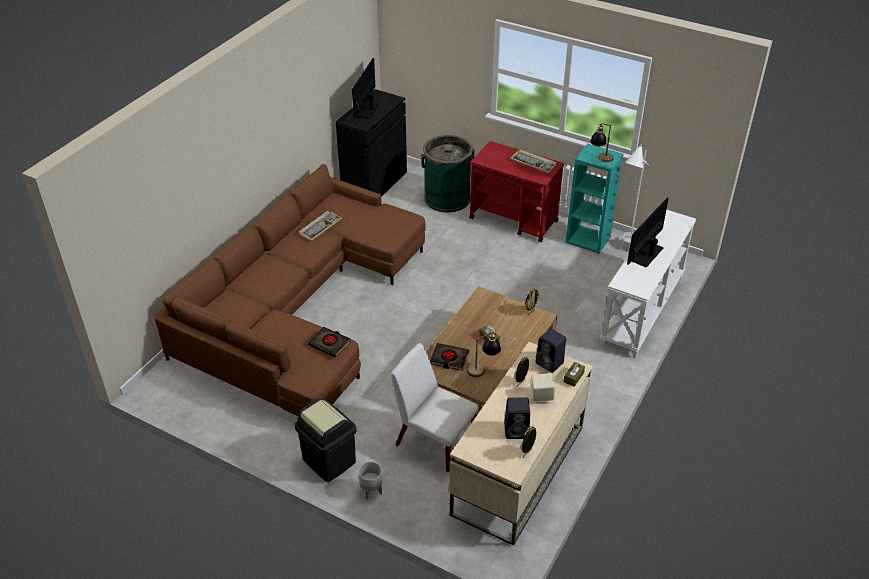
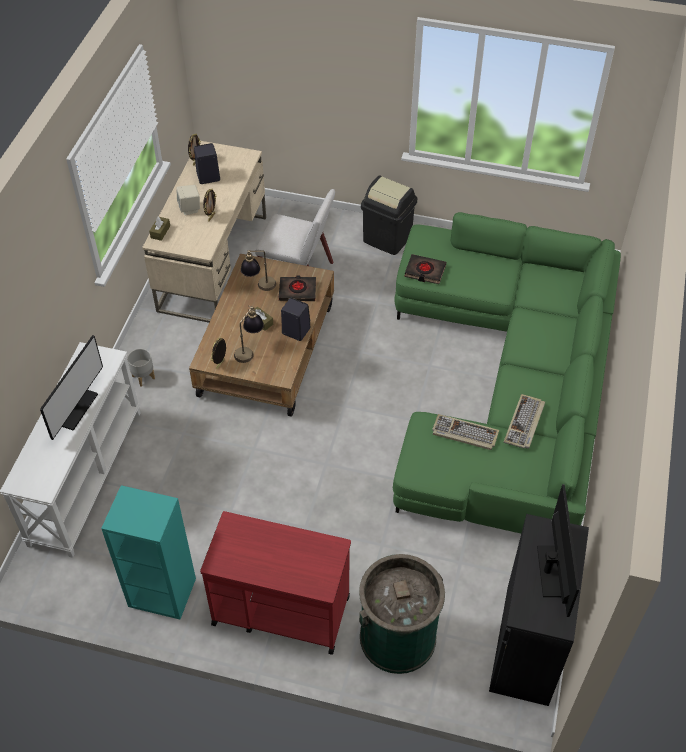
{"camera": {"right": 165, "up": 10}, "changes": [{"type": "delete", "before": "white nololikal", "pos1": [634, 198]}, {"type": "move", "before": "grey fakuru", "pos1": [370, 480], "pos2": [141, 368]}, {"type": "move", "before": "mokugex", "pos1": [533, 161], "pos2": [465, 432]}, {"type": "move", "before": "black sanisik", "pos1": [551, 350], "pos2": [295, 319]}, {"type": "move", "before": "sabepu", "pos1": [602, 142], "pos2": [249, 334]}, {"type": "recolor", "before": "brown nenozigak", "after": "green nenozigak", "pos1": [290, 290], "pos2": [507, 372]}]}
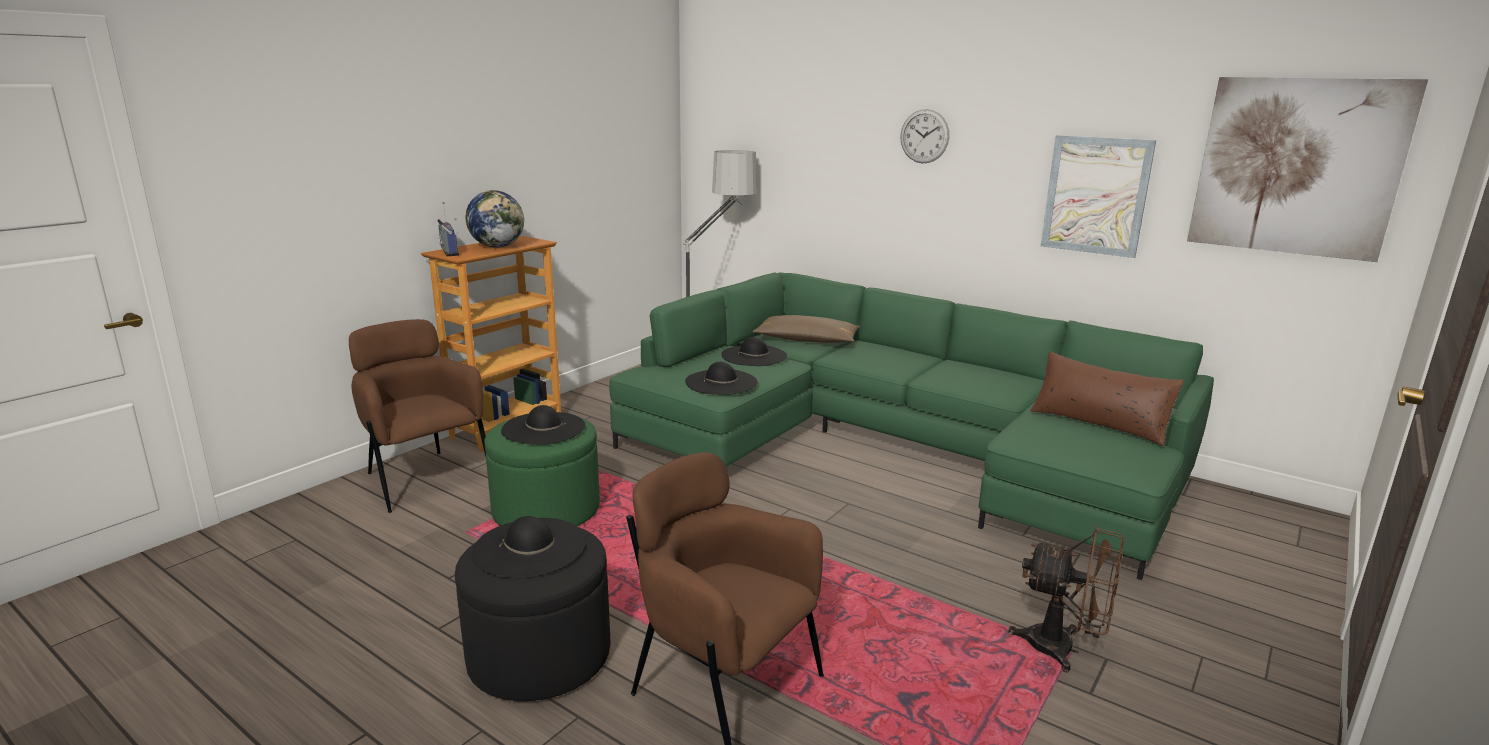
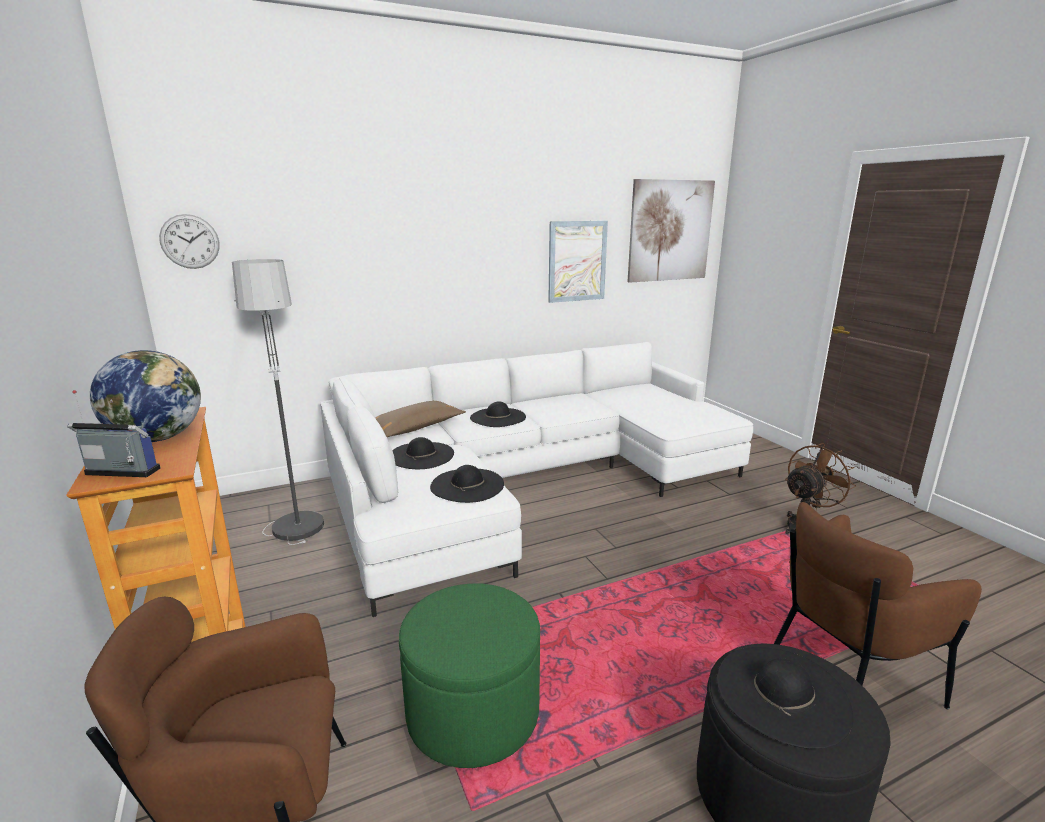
{"camera": {"right": -60, "up": 0}, "changes": [{"type": "delete", "before": "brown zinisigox", "pos1": [1107, 399]}, {"type": "move", "before": "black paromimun", "pos1": [543, 425], "pos2": [498, 414]}, {"type": "move", "before": "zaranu", "pos1": [924, 136], "pos2": [189, 241]}, {"type": "recolor", "before": "green nenozigak", "after": "white nenozigak", "pos1": [911, 426], "pos2": [537, 479]}]}
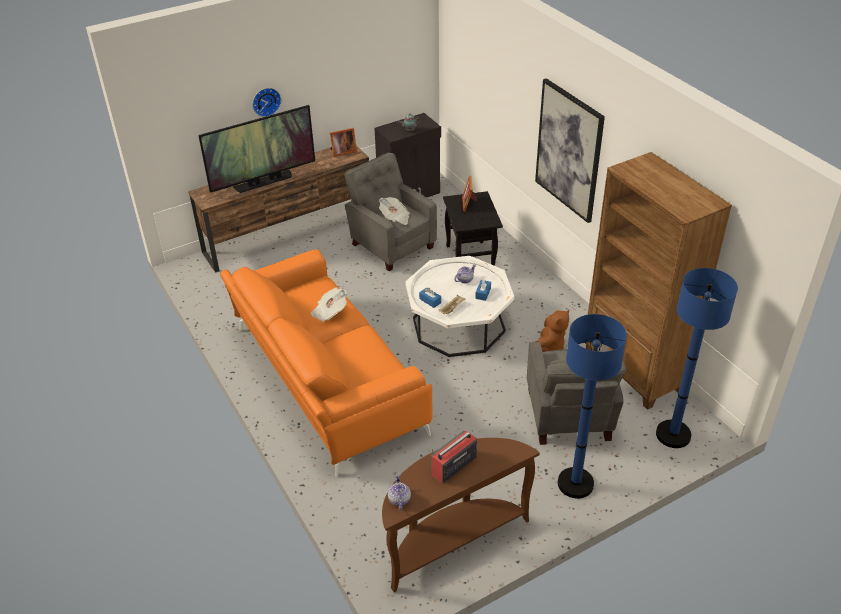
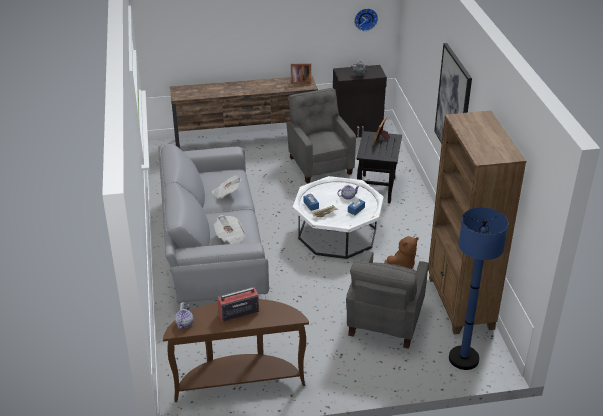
{"camera": {"right": 20, "up": -5}, "changes": [{"type": "delete", "before": "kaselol", "pos1": [256, 149]}, {"type": "delete", "before": "blue nololikal", "pos1": [592, 406]}, {"type": "move", "before": "zaranu", "pos1": [266, 102], "pos2": [366, 19]}, {"type": "move", "before": "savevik", "pos1": [394, 211], "pos2": [230, 229]}, {"type": "recolor", "before": "orange nenozigak", "after": "grey nenozigak", "pos1": [326, 363], "pos2": [213, 226]}]}
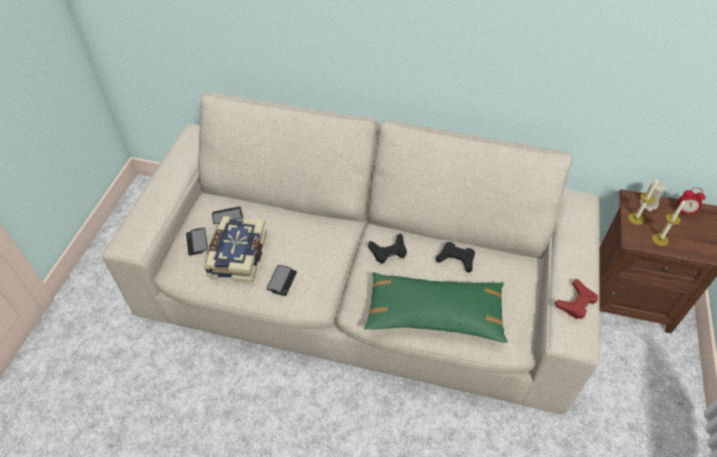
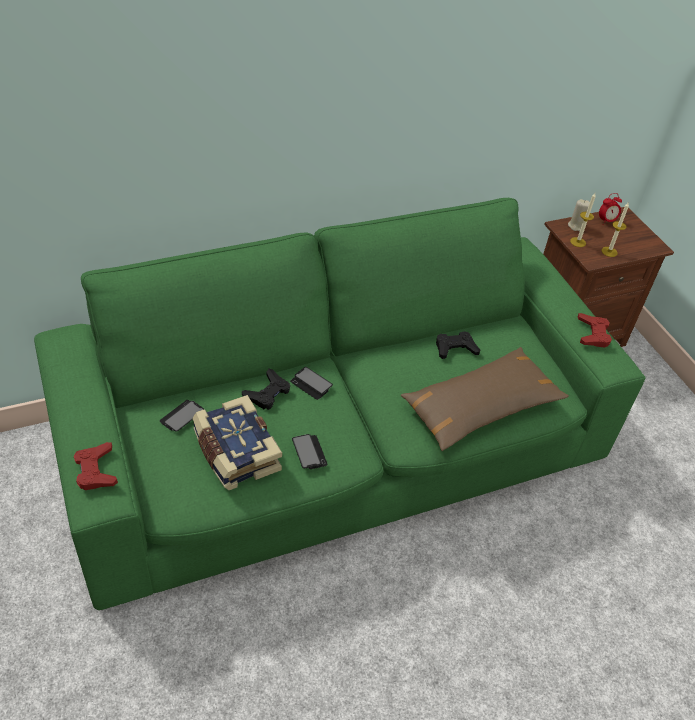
{"camera": {"right": -40, "up": -5}, "changes": [{"type": "insert", "after": "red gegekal", "pos2": [96, 466]}, {"type": "move", "before": "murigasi", "pos1": [197, 241], "pos2": [311, 383]}, {"type": "move", "before": "black gegekal", "pos1": [387, 249], "pos2": [266, 389]}, {"type": "recolor", "before": "beige nenozigak", "after": "green nenozigak", "pos1": [351, 253], "pos2": [339, 404]}, {"type": "recolor", "before": "green zinisigox", "after": "brown zinisigox", "pos1": [436, 307], "pos2": [485, 399]}]}
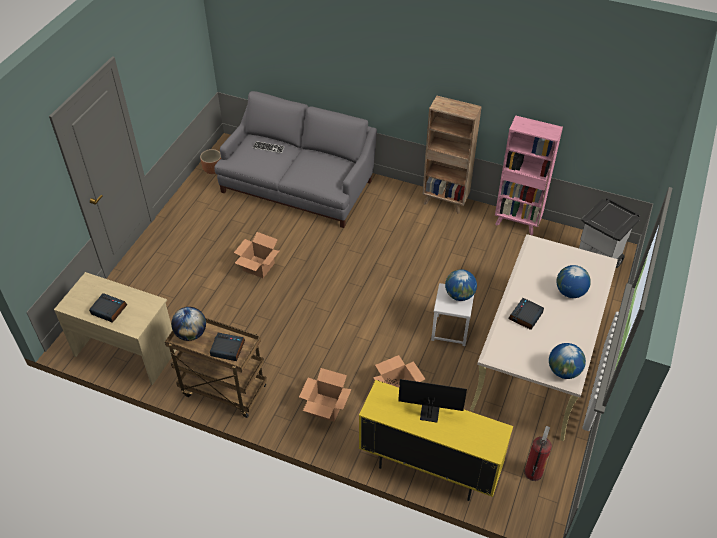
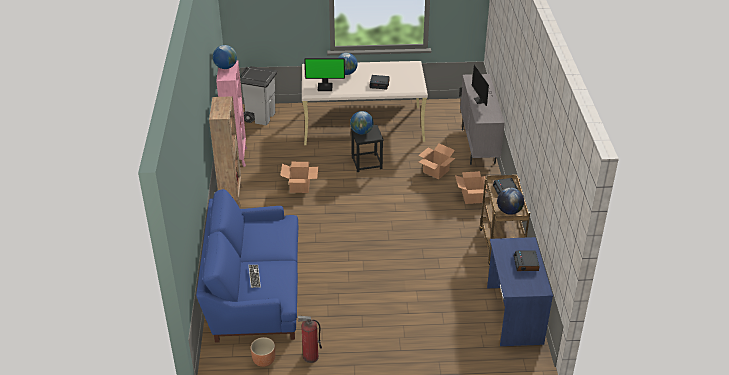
{"camera": {"right": -115, "up": -10}, "changes": [{"type": "insert", "after": "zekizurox", "pos2": [324, 74]}, {"type": "move", "before": "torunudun", "pos1": [256, 255], "pos2": [299, 177]}, {"type": "move", "before": "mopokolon", "pos1": [538, 453], "pos2": [310, 339]}, {"type": "move", "before": "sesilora", "pos1": [567, 361], "pos2": [225, 57]}, {"type": "recolor", "before": "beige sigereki", "after": "blue sigereki", "pos1": [115, 328], "pos2": [520, 291]}, {"type": "recolor", "before": "grey nenozigak", "after": "blue nenozigak", "pos1": [295, 159], "pos2": [247, 266]}, {"type": "recolor", "before": "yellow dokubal", "after": "grey dokubal", "pos1": [436, 440], "pos2": [482, 119]}, {"type": "recolor", "before": "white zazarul", "after": "black zazarul", "pos1": [452, 314], "pos2": [367, 148]}]}
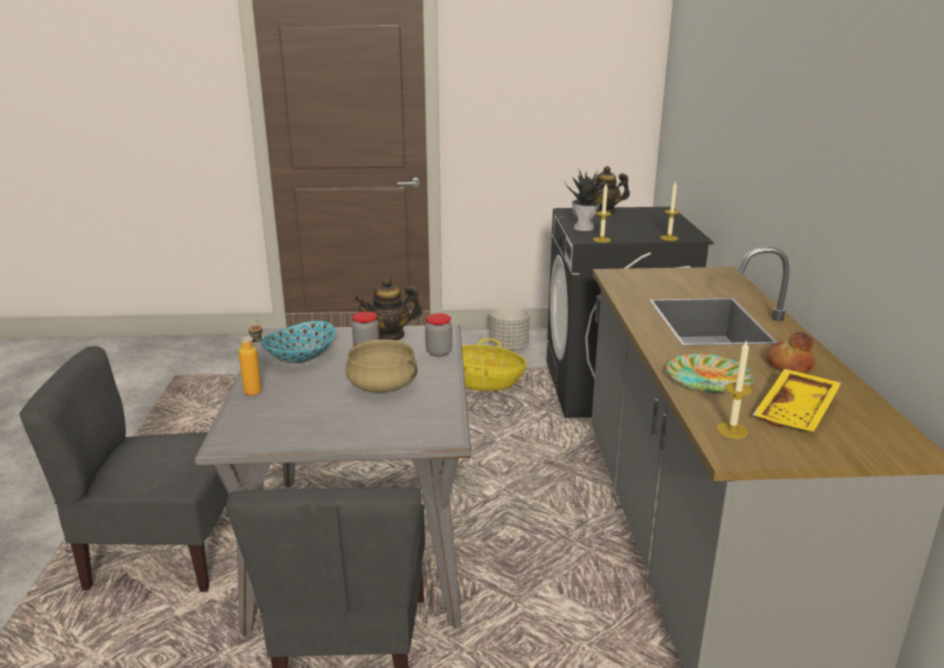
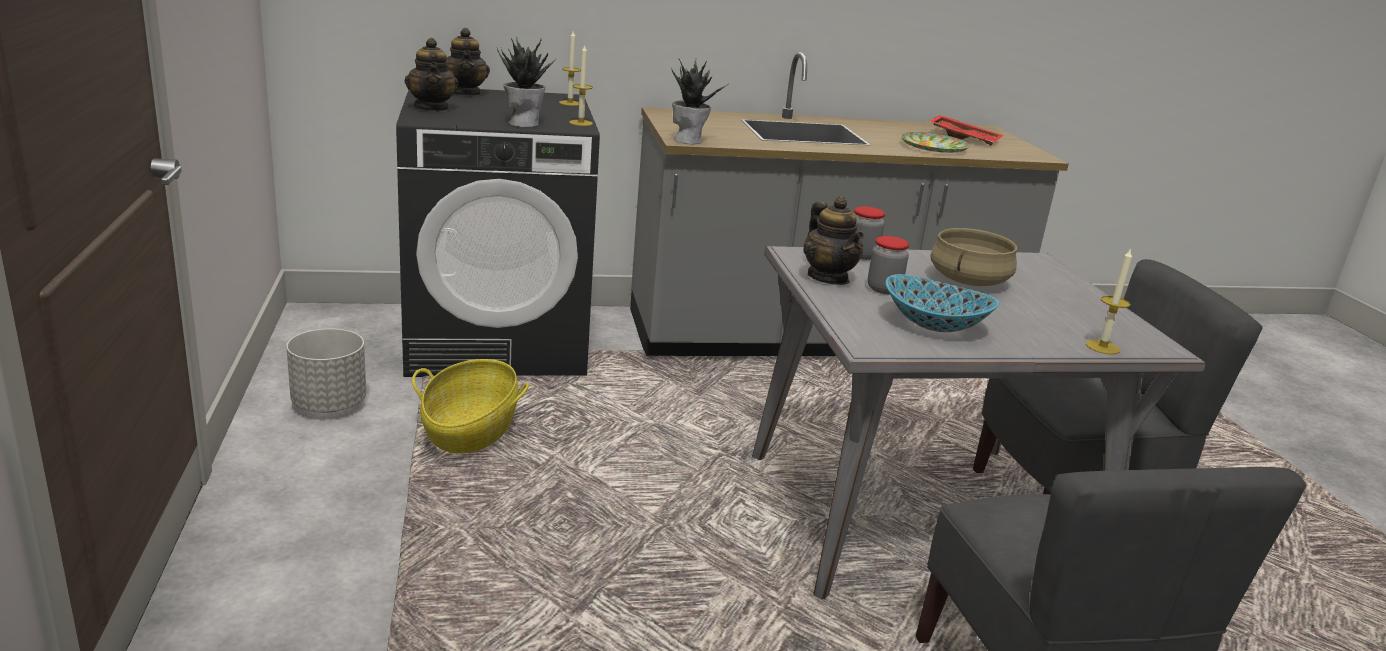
{"camera": {"right": -100, "up": 0}, "changes": [{"type": "delete", "before": "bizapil", "pos1": [250, 358]}, {"type": "delete", "before": "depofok", "pos1": [790, 352]}, {"type": "insert", "after": "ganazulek", "pos2": [468, 62]}, {"type": "insert", "after": "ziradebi", "pos2": [700, 101]}, {"type": "move", "before": "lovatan", "pos1": [734, 389], "pos2": [1109, 301]}, {"type": "recolor", "before": "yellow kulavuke", "after": "red kulavuke", "pos1": [797, 400], "pos2": [966, 130]}]}
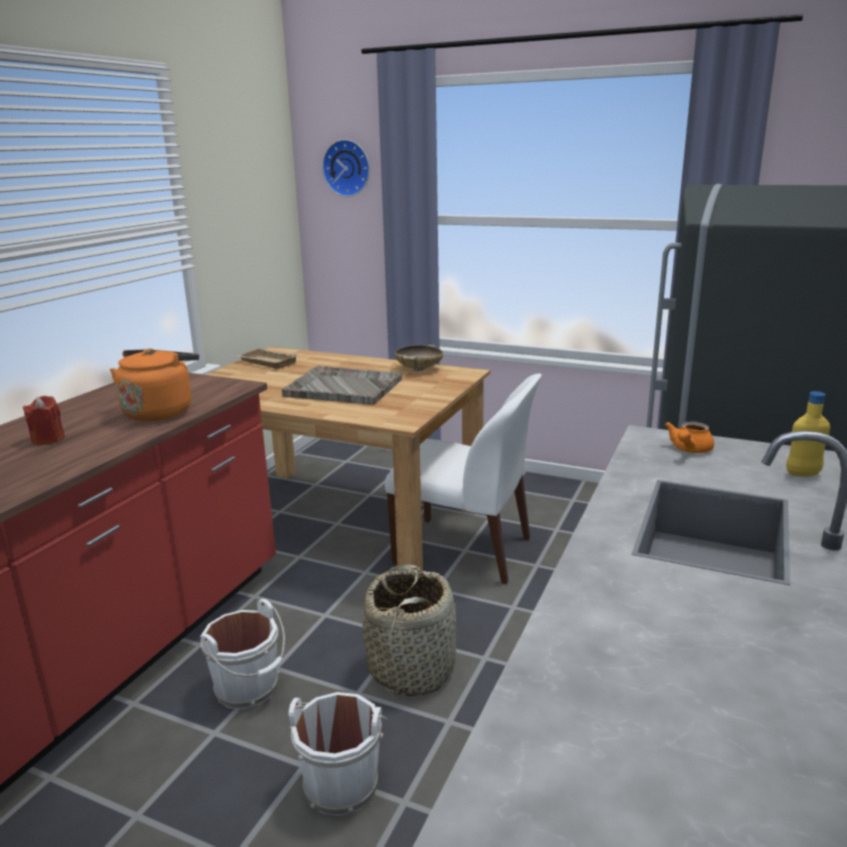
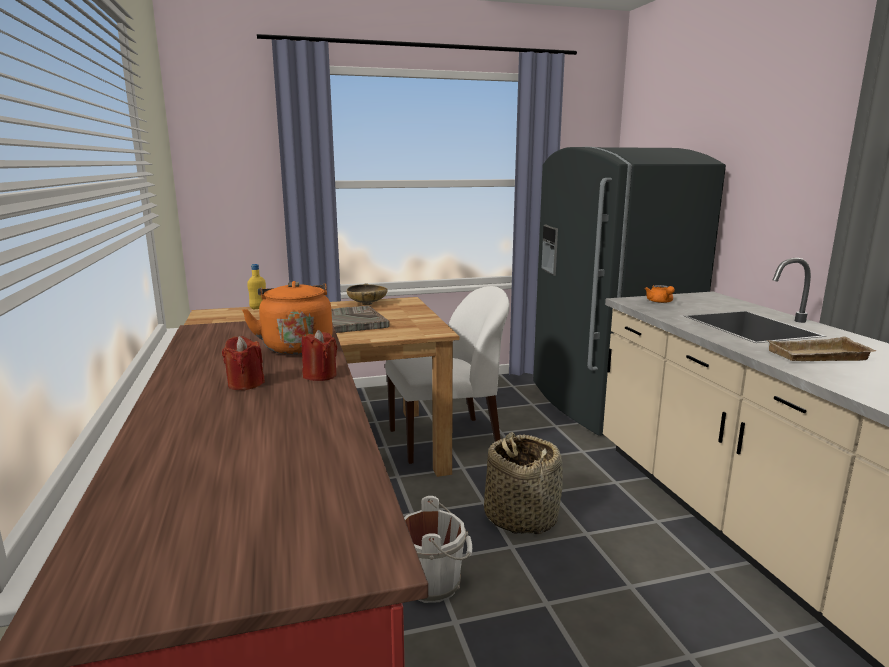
{"camera": {"right": -40, "up": -5}, "changes": [{"type": "delete", "before": "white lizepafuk", "pos1": [338, 754]}, {"type": "delete", "before": "zaranu", "pos1": [346, 168]}, {"type": "insert", "after": "red lovatan", "pos2": [319, 355]}, {"type": "move", "before": "beige kulavuke", "pos1": [267, 358], "pos2": [822, 349]}, {"type": "move", "before": "yellow bizapil", "pos1": [808, 434], "pos2": [256, 286]}]}
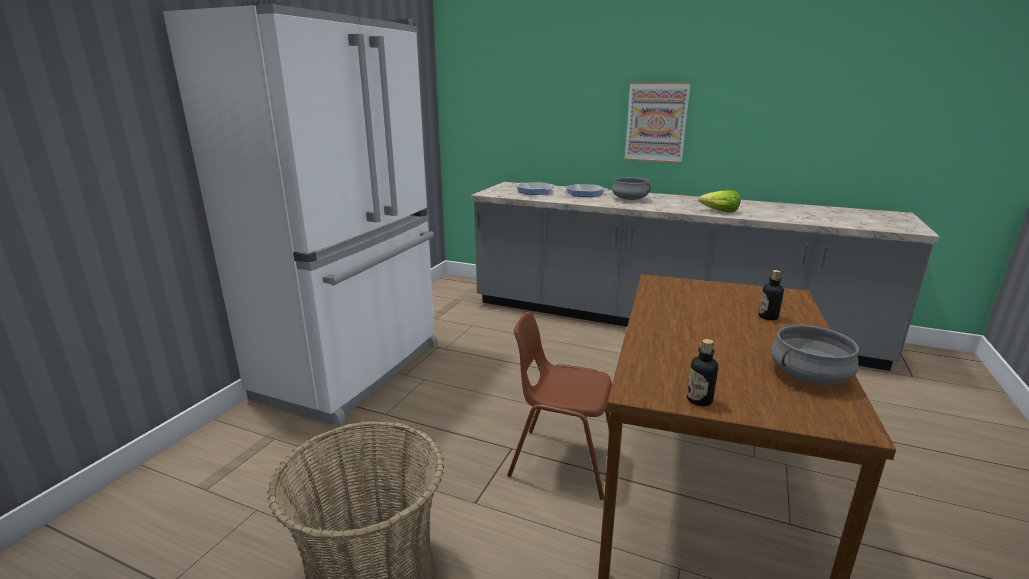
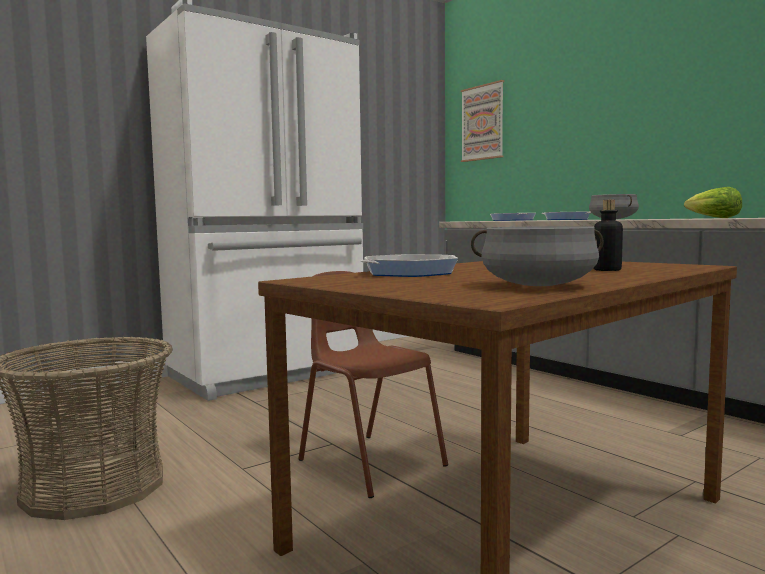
{"camera": {"right": 30, "up": -15}, "changes": [{"type": "delete", "before": "bizapil", "pos1": [702, 372]}, {"type": "insert", "after": "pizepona", "pos2": [409, 265]}, {"type": "move", "before": "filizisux", "pos1": [657, 122], "pos2": [482, 121]}]}
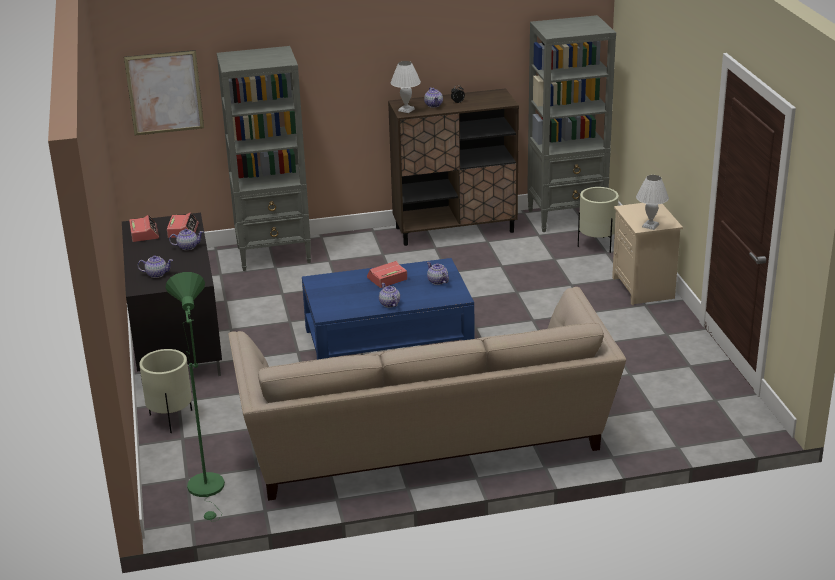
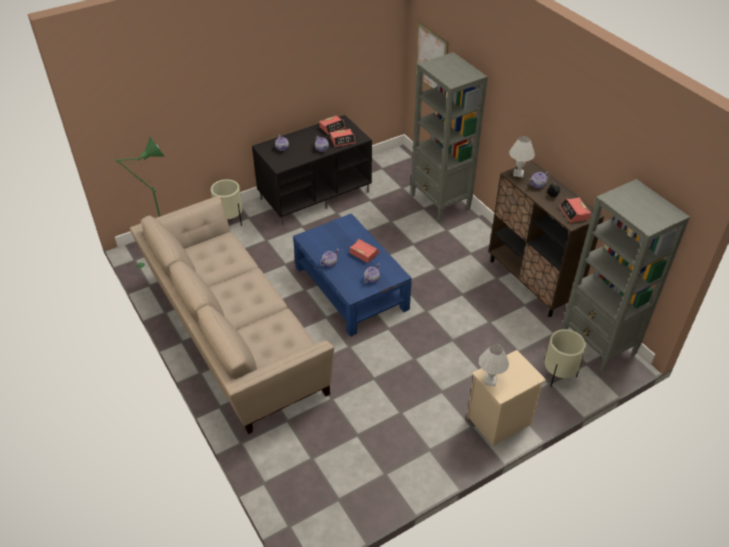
{"camera": {"right": 70, "up": 15}, "changes": [{"type": "insert", "after": "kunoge", "pos2": [575, 210]}]}
